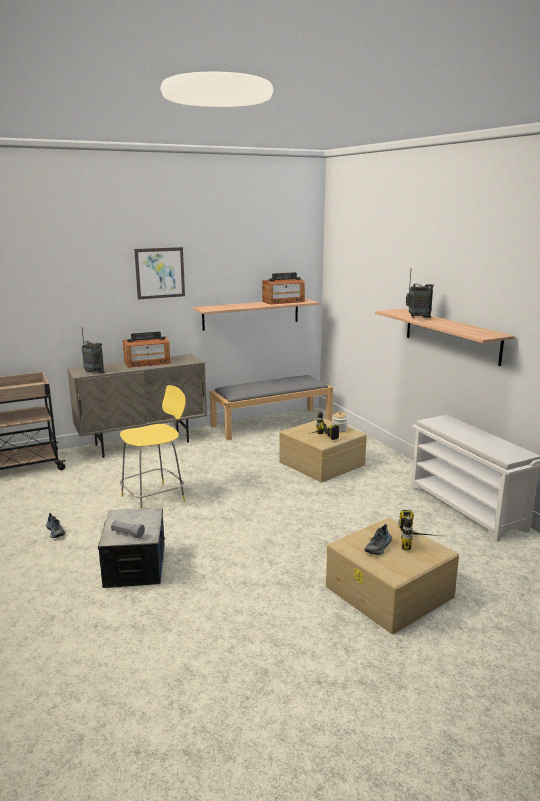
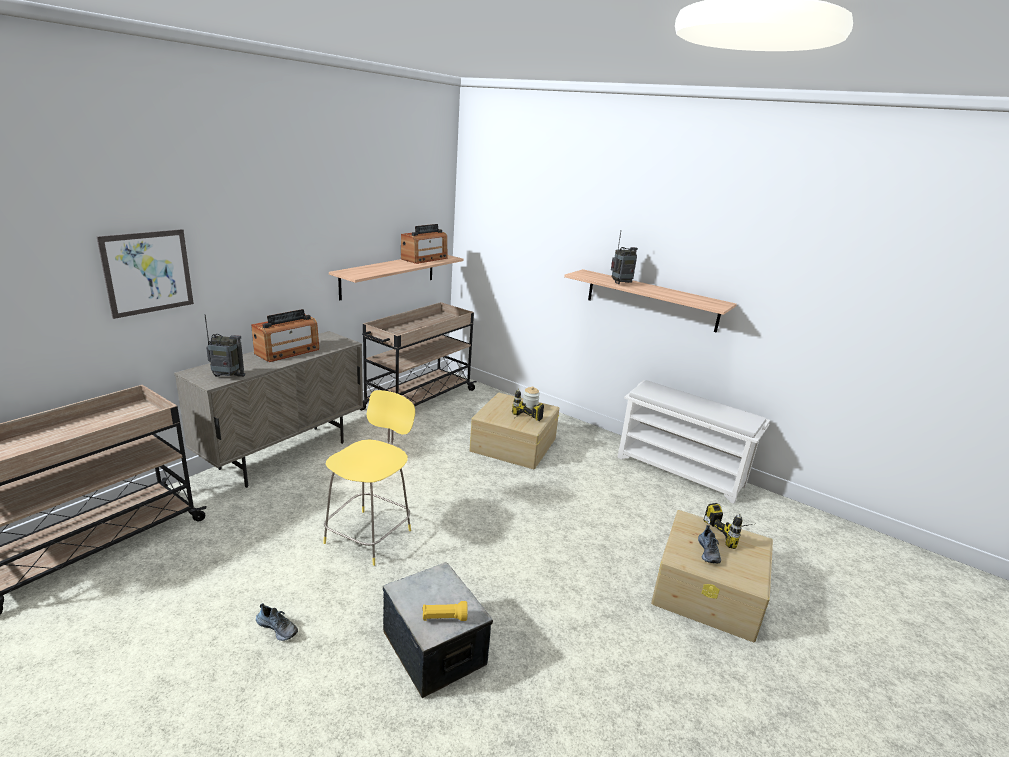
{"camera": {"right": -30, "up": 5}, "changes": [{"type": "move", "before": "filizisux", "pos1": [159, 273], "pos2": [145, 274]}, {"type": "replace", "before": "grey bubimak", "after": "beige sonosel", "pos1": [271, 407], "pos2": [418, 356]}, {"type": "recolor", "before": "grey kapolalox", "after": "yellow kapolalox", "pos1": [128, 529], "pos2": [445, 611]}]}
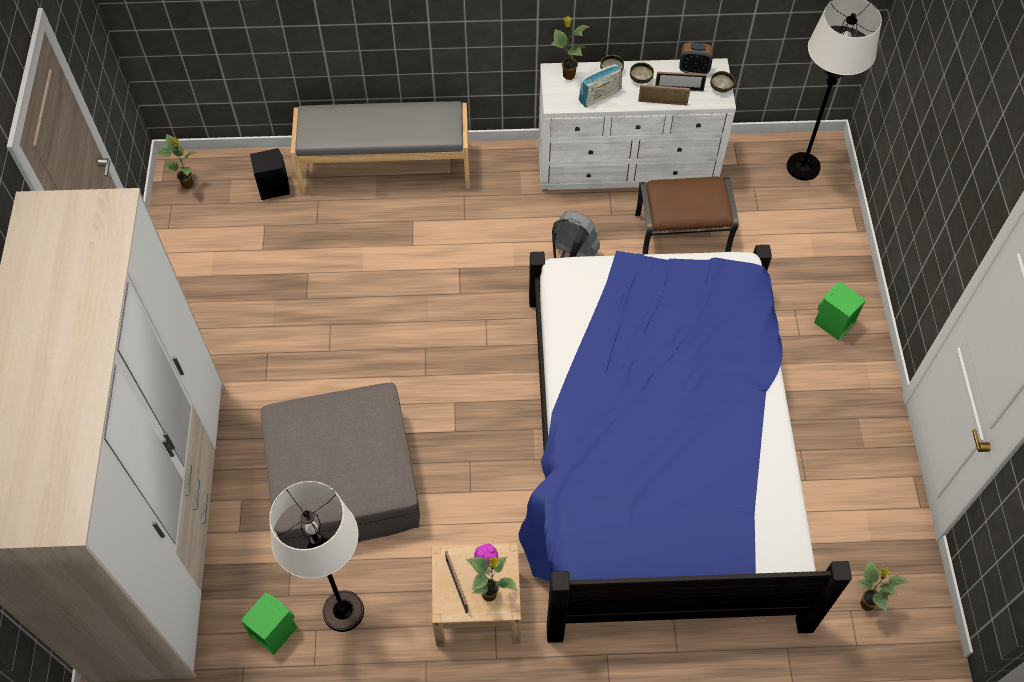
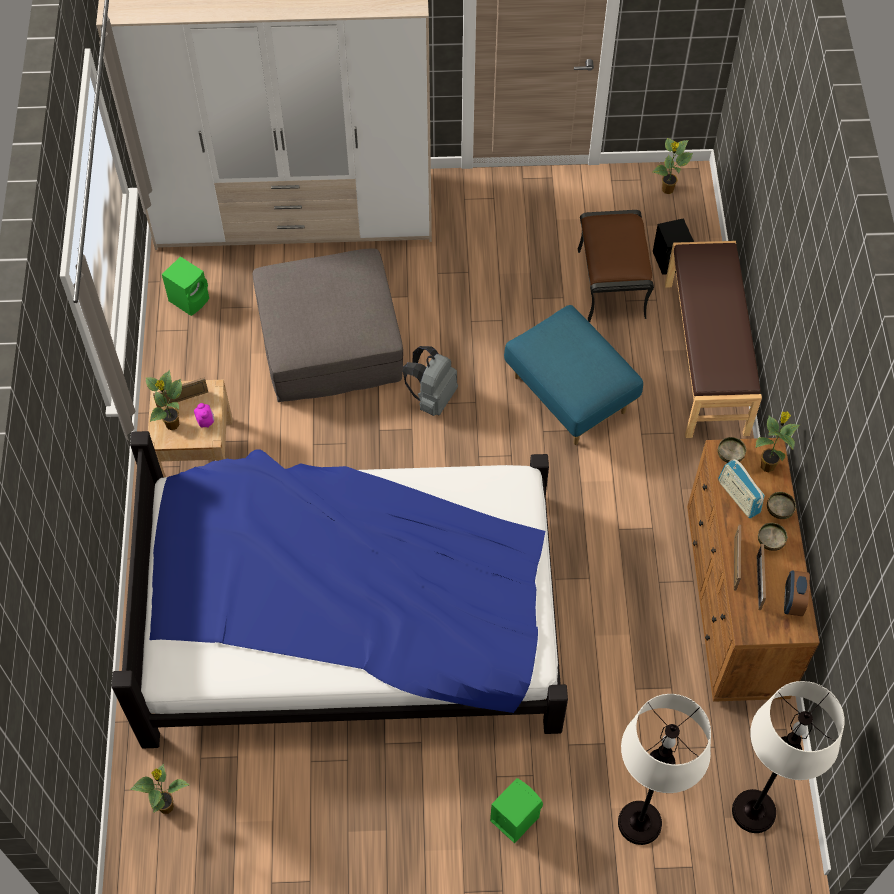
{"camera": {"right": 90, "up": 0}, "changes": [{"type": "insert", "after": "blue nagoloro", "pos2": [573, 375]}, {"type": "move", "before": "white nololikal", "pos1": [316, 556], "pos2": [664, 769]}, {"type": "move", "before": "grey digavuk", "pos1": [576, 234], "pos2": [430, 381]}, {"type": "move", "before": "brown nagoloro", "pos1": [687, 215], "pos2": [616, 266]}, {"type": "move", "before": "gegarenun", "pos1": [722, 81], "pos2": [732, 450]}, {"type": "recolor", "before": "grey bubimak", "after": "brown bubimak", "pos1": [380, 147], "pos2": [713, 339]}, {"type": "recolor", "before": "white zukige", "after": "brown zukige", "pos1": [637, 124], "pos2": [753, 570]}]}
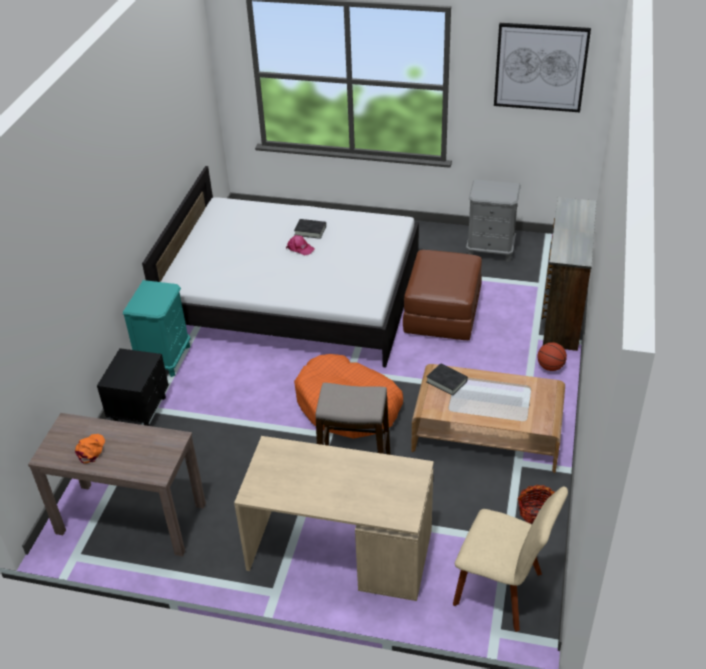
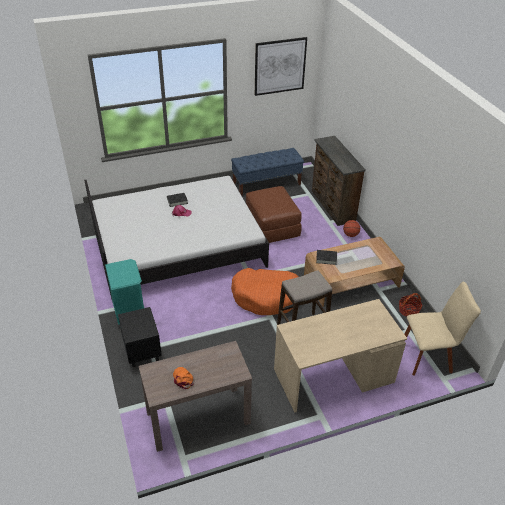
{"camera": {"right": -35, "up": 0}, "changes": [{"type": "replace", "before": "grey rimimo", "after": "blue bubimak", "pos1": [493, 221], "pos2": [267, 171]}]}
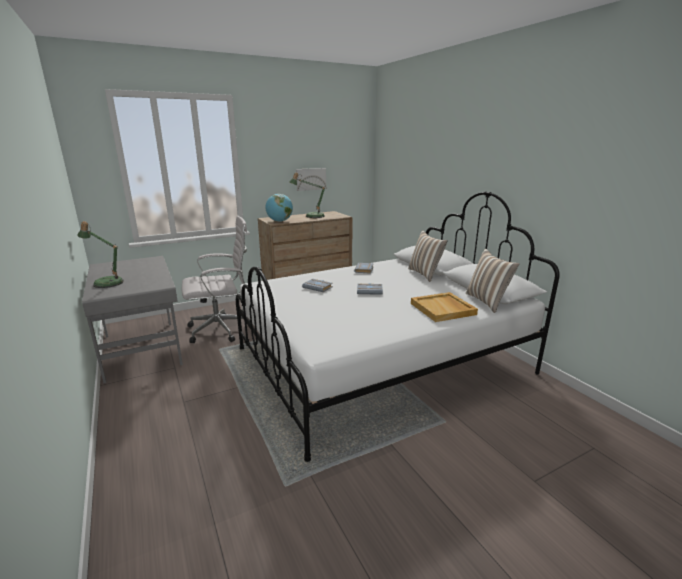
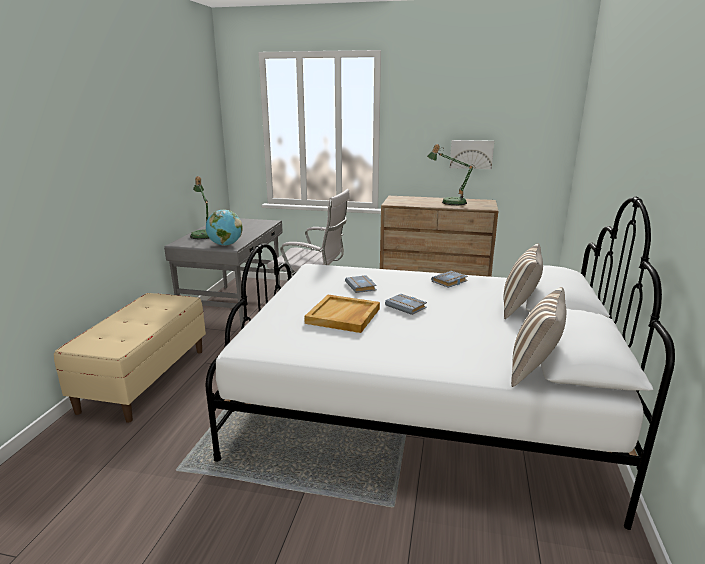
{"camera": {"right": 40, "up": 0}, "changes": [{"type": "insert", "after": "beige bubimak", "pos2": [130, 358]}, {"type": "move", "before": "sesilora", "pos1": [279, 208], "pos2": [224, 228]}, {"type": "move", "before": "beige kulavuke", "pos1": [444, 307], "pos2": [342, 314]}]}
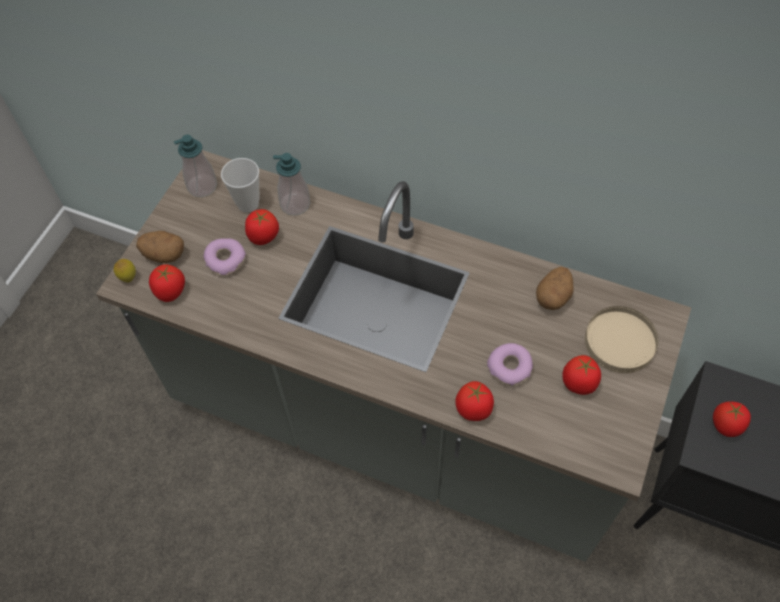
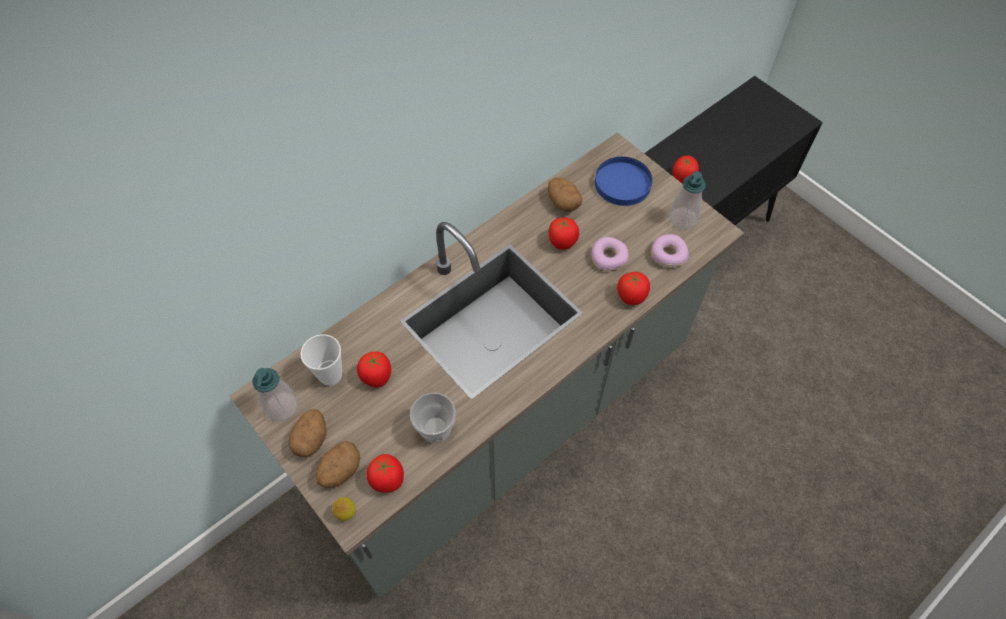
{"camera": {"right": -65, "up": 0}, "changes": [{"type": "insert", "after": "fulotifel", "pos2": [308, 433]}, {"type": "insert", "after": "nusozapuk", "pos2": [433, 418]}, {"type": "move", "before": "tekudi", "pos1": [224, 257], "pos2": [670, 251]}, {"type": "move", "before": "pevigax", "pos1": [292, 184], "pos2": [687, 200]}, {"type": "move", "before": "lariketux", "pos1": [581, 375], "pos2": [564, 233]}, {"type": "recolor", "before": "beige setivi", "after": "blue setivi", "pos1": [621, 339], "pos2": [623, 181]}]}
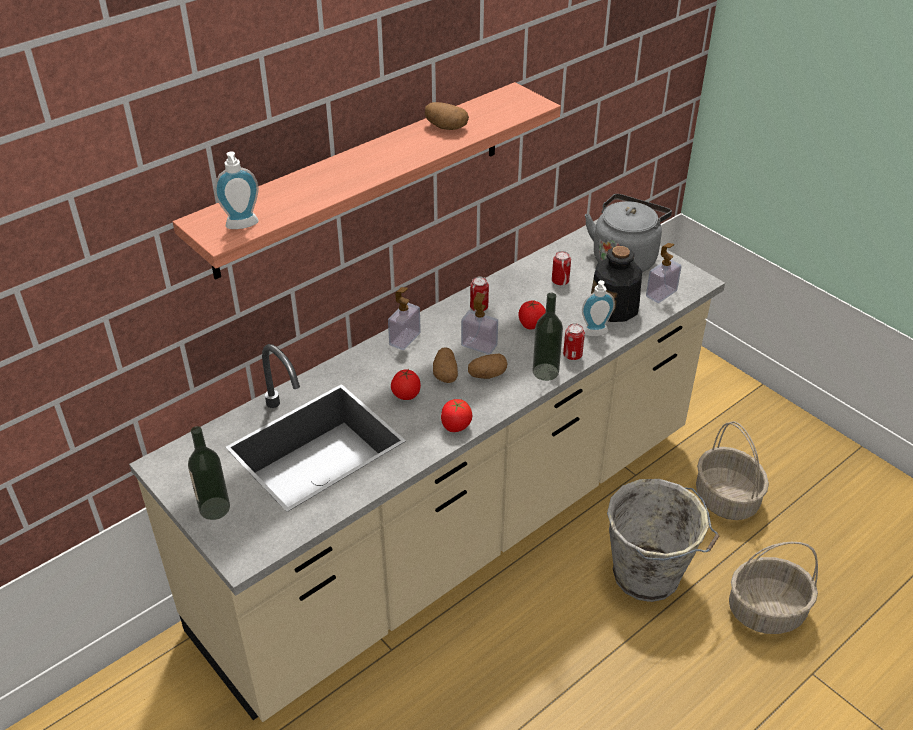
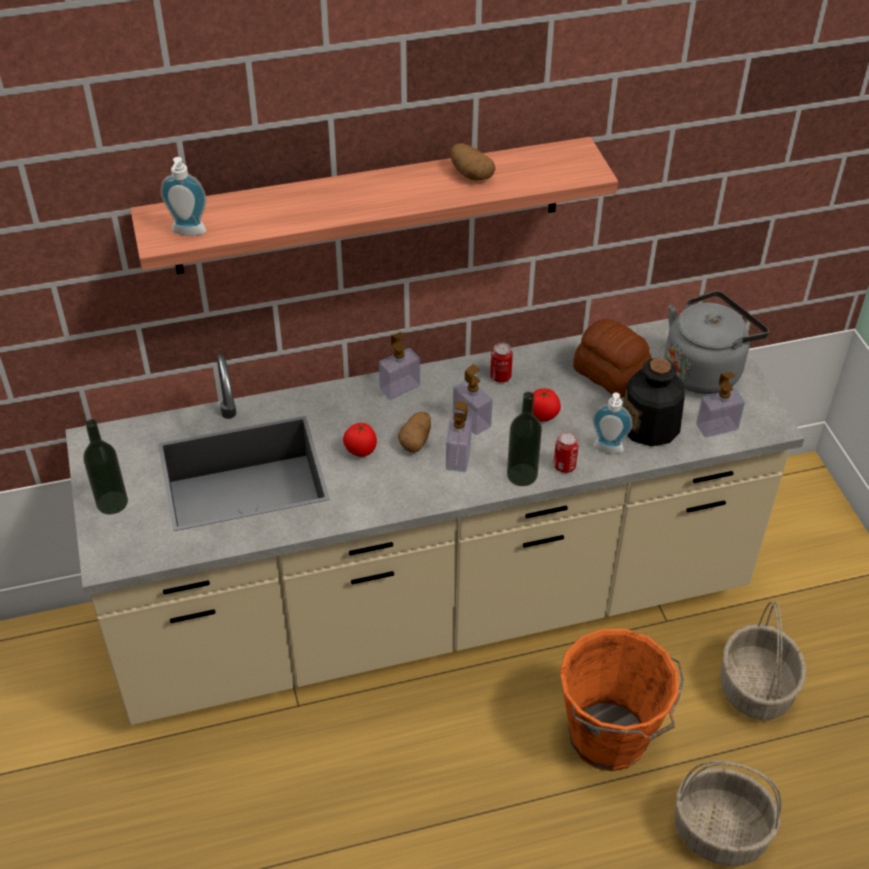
{"camera": {"right": 25, "up": 5}, "changes": [{"type": "delete", "before": "lariketux", "pos1": [457, 415]}, {"type": "replace", "before": "fulotifel", "after": "pevigax", "pos1": [487, 366], "pos2": [459, 436]}, {"type": "replace", "before": "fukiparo", "after": "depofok", "pos1": [561, 268], "pos2": [612, 358]}, {"type": "recolor", "before": "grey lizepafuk", "after": "orange lizepafuk", "pos1": [663, 540], "pos2": [621, 700]}]}
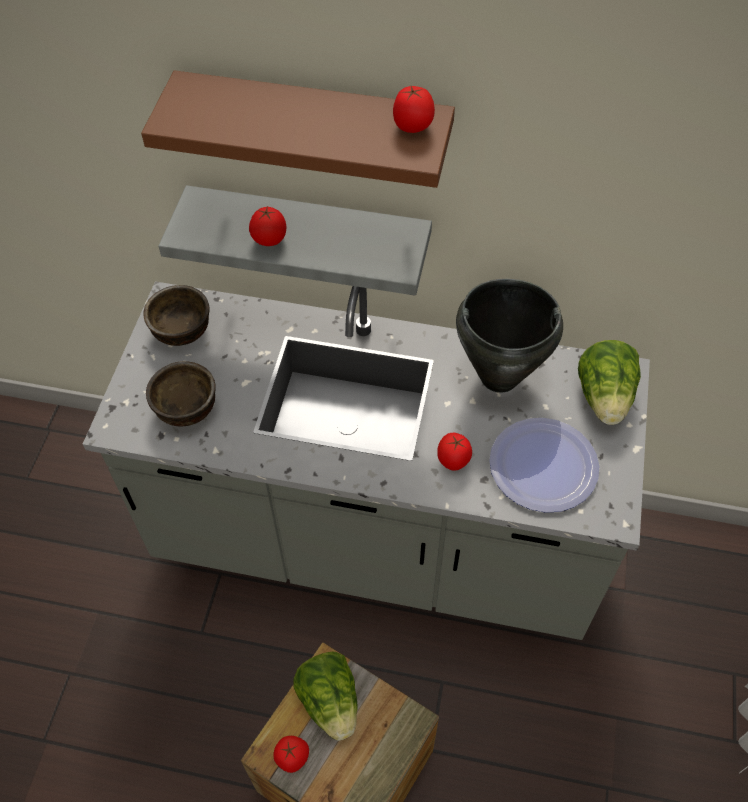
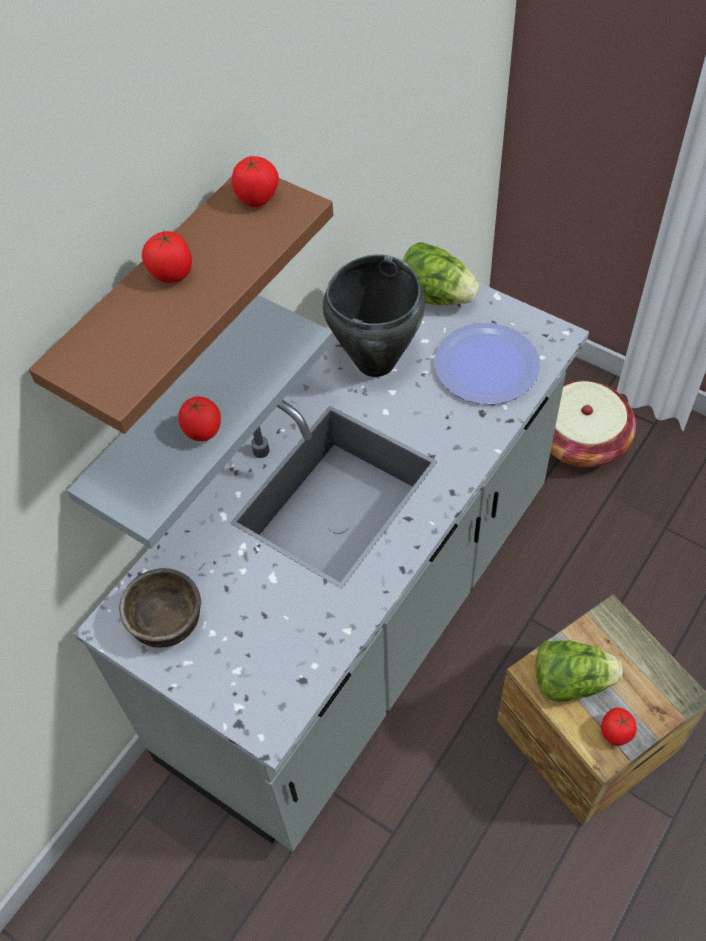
{"camera": {"right": -65, "up": 0}, "changes": [{"type": "delete", "before": "brown gegarenun", "pos1": [181, 393]}, {"type": "insert", "after": "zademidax", "pos2": [593, 424]}, {"type": "move", "before": "lariketux", "pos1": [454, 452], "pos2": [167, 256]}]}
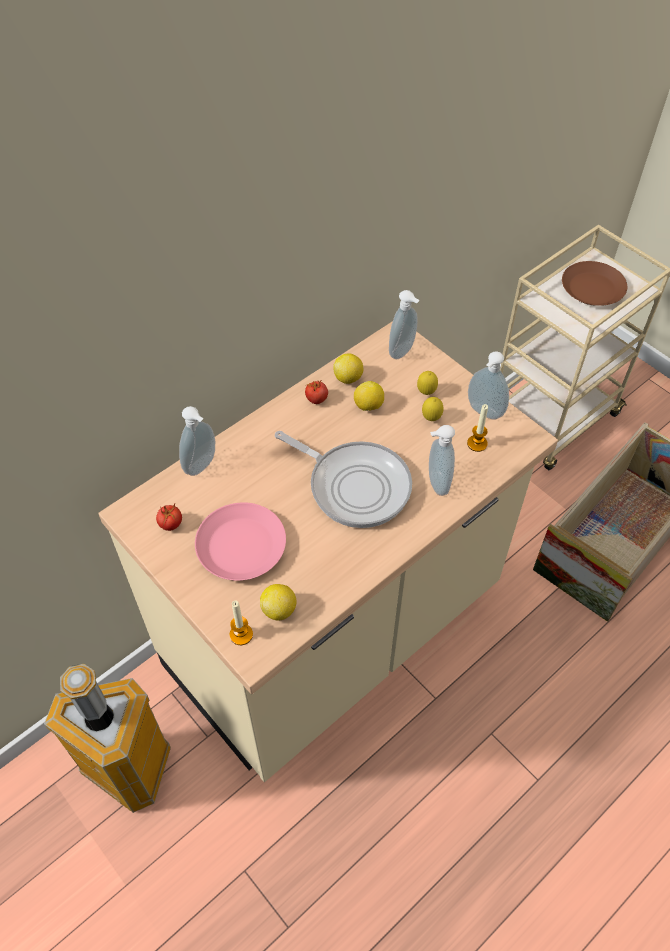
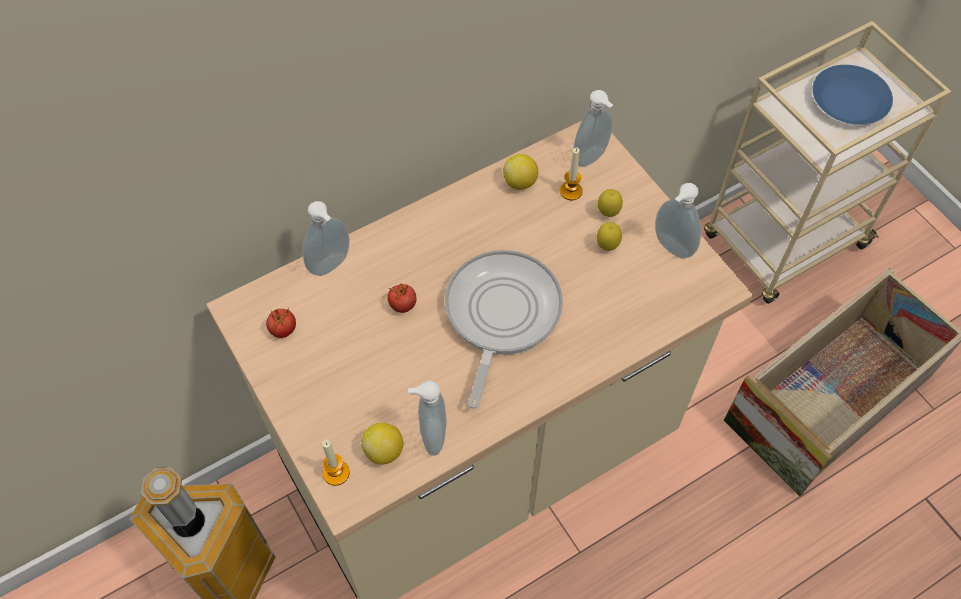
{"camera": {"right": 10, "up": 5}, "changes": [{"type": "delete", "before": "pink setivi", "pos1": [240, 541]}, {"type": "delete", "before": "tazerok", "pos1": [369, 396]}, {"type": "move", "before": "lariketux", "pos1": [316, 391], "pos2": [402, 298]}, {"type": "move", "before": "pevigax", "pos1": [442, 460], "pos2": [427, 418]}, {"type": "move", "before": "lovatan", "pos1": [477, 428], "pos2": [571, 173]}, {"type": "recolor", "before": "brown setivi", "after": "blue setivi", "pos1": [594, 283], "pos2": [852, 95]}, {"type": "rotate", "before": "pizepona", "pos1": [343, 479], "pos2": [504, 329], "turn": -120}]}
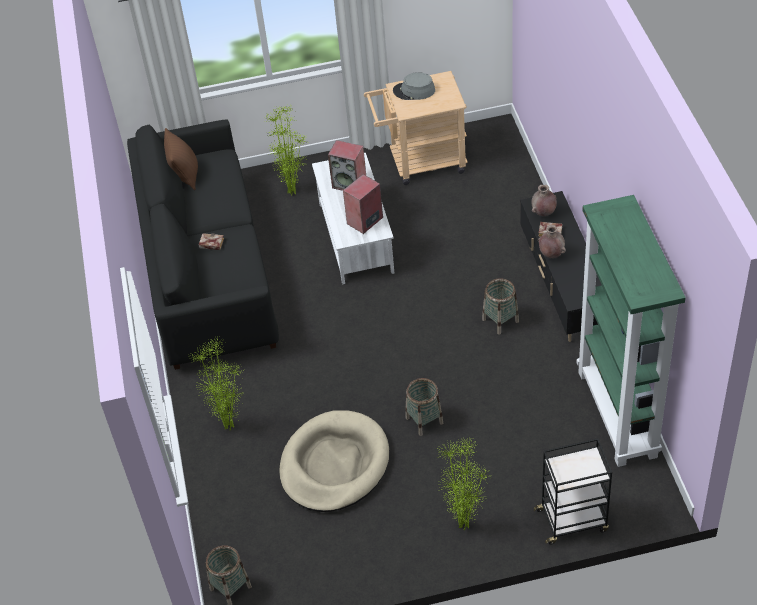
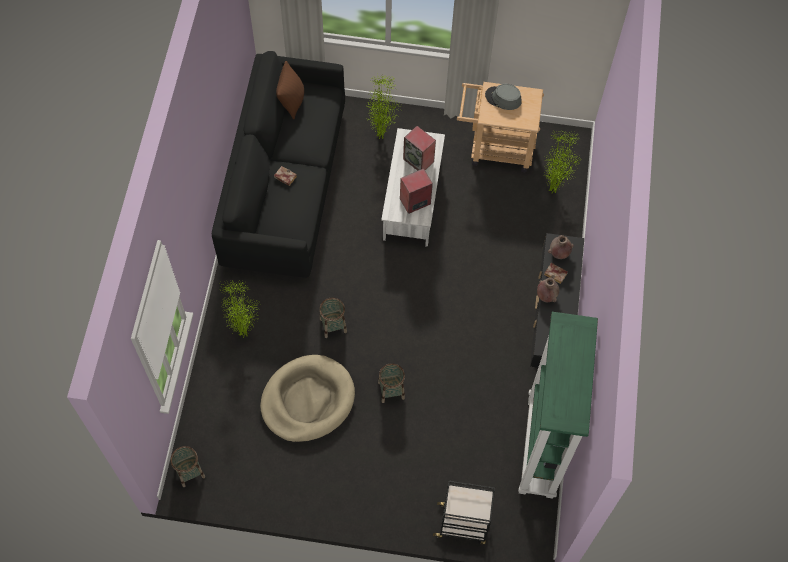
{"camera": {"right": 15, "up": 15}, "changes": [{"type": "move", "before": "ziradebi", "pos1": [465, 483], "pos2": [562, 162]}, {"type": "move", "before": "zademidax", "pos1": [500, 306], "pos2": [333, 318]}]}
